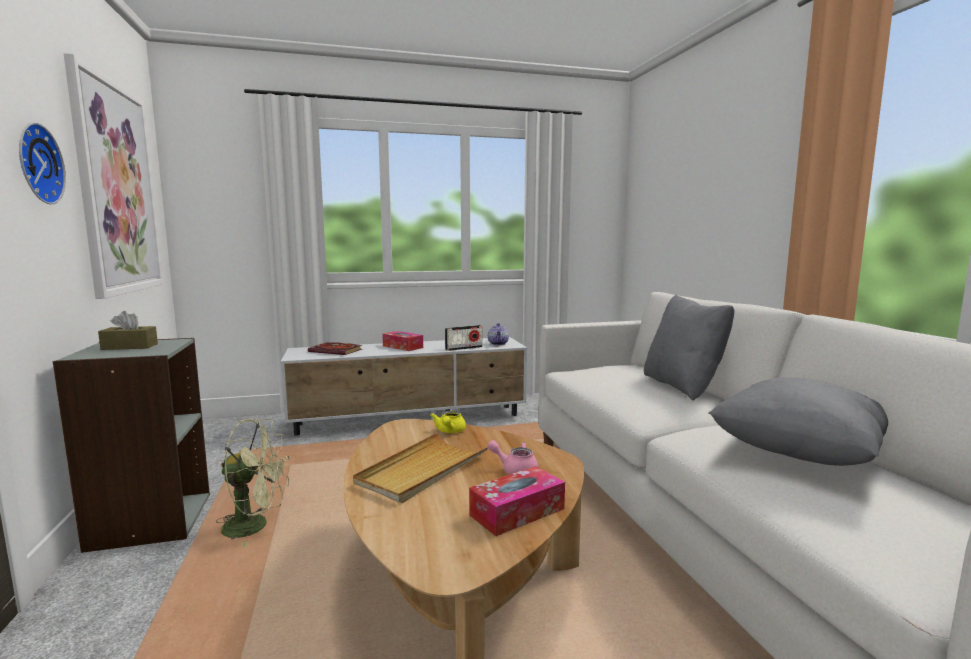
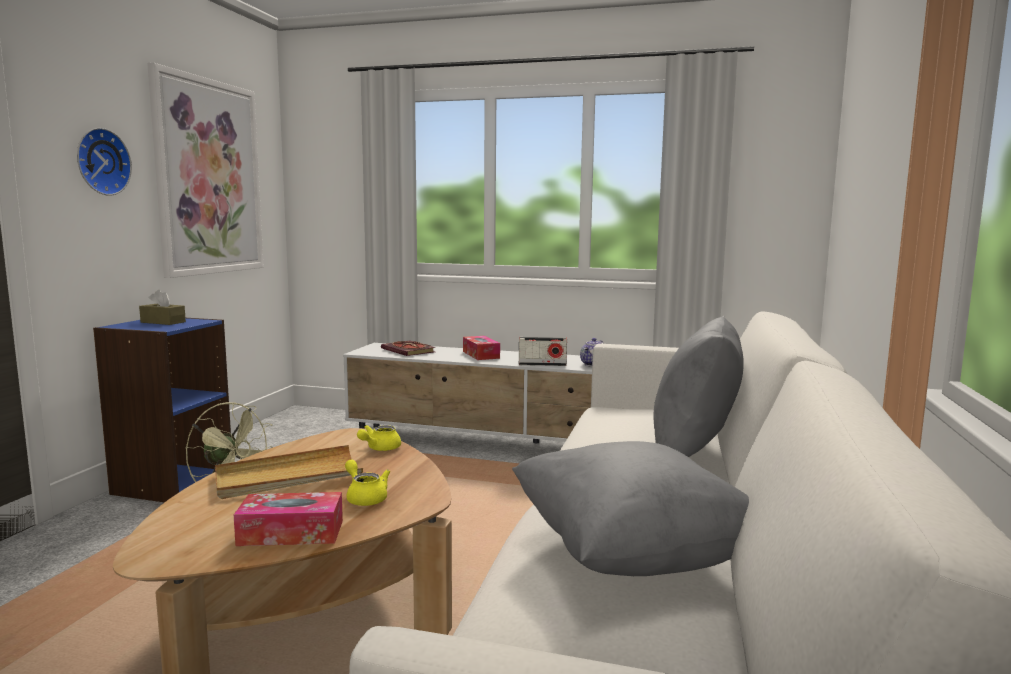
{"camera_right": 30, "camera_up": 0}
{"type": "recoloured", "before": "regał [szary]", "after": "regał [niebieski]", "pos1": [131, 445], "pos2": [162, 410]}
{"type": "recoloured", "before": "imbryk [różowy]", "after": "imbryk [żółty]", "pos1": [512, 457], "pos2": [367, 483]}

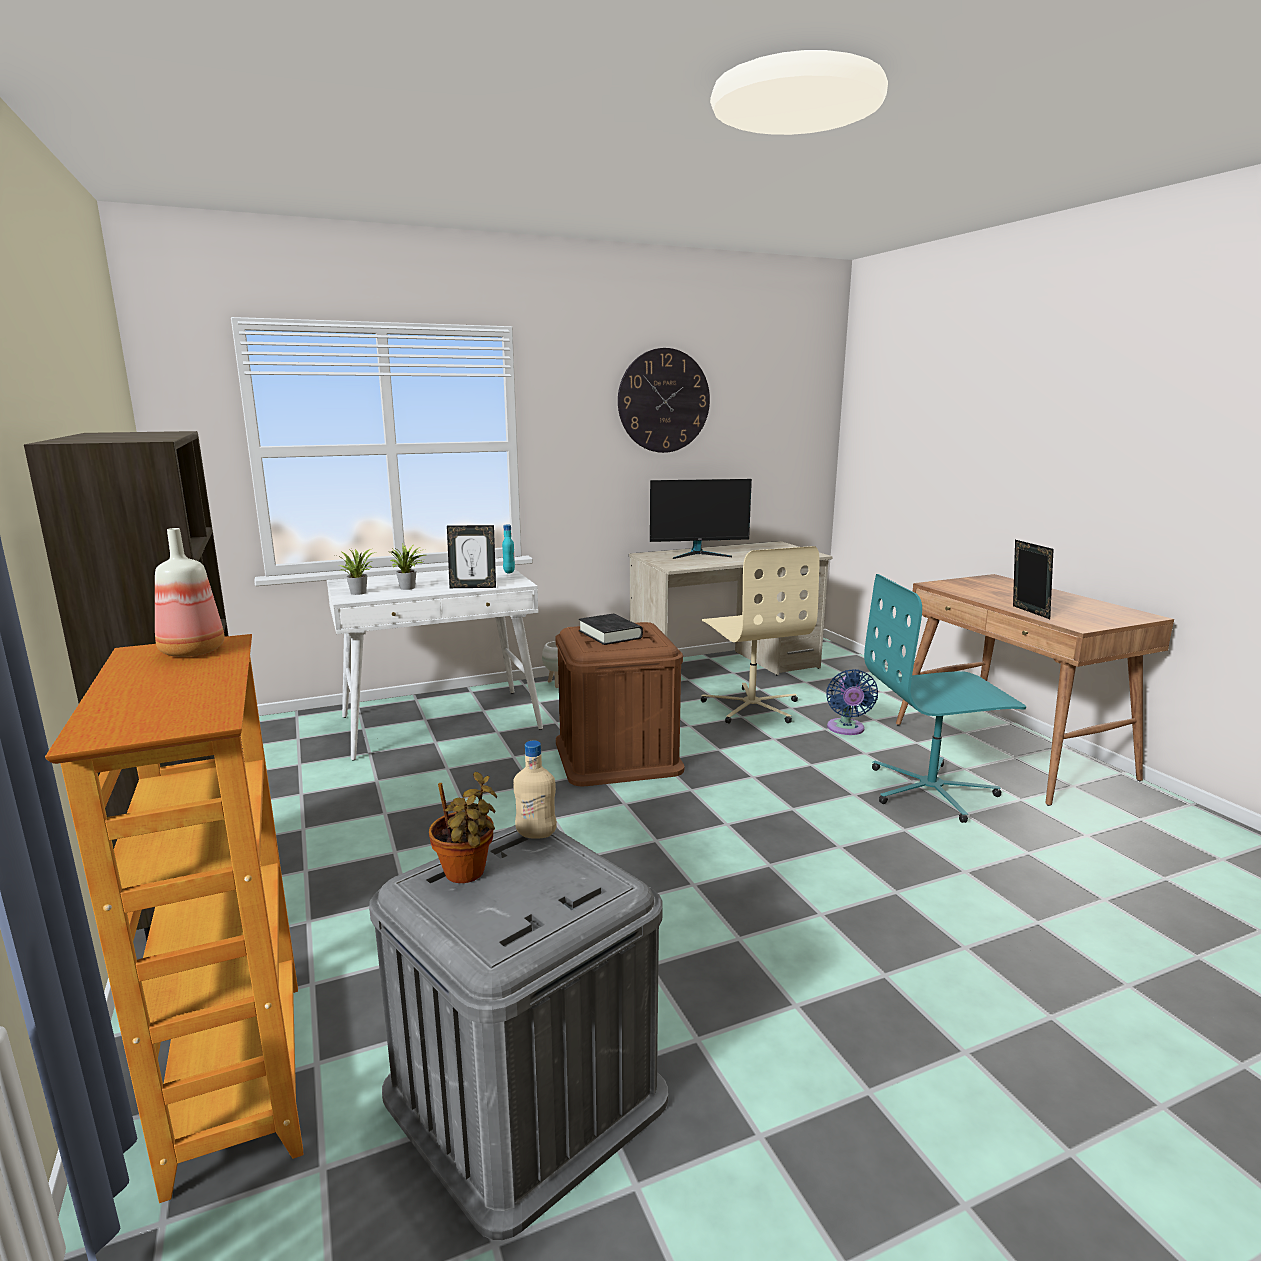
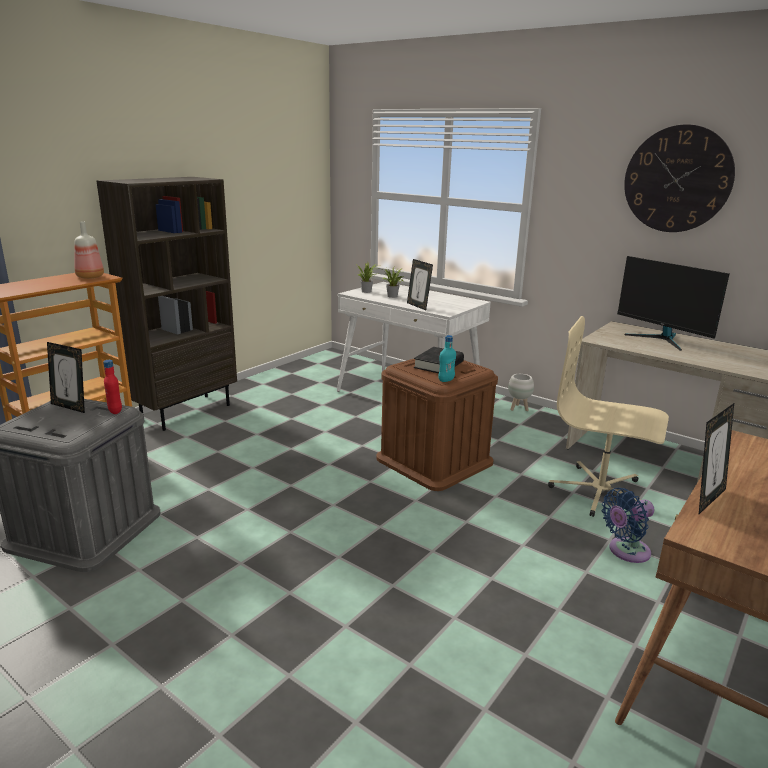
{"camera_right": 60, "camera_up": 5}
{"type": "removed", "before": "krzesło biurowe [turkusowy]", "pos1": [945, 698]}
{"type": "moved", "before": "butelka [turkusowy]", "pos1": [508, 549], "pos2": [447, 358]}
{"type": "replaced", "before": "roślina doniczkowa", "after": "ramka na zdjęcie", "pos1": [463, 827], "pos2": [66, 377]}
{"type": "recoloured", "before": "butelka [beżowy]", "after": "butelka [czerwony]", "pos1": [535, 790], "pos2": [112, 387]}
{"type": "turned", "before": "krzesło biurowe [beżowy]", "pos1": [760, 635], "pos2": [608, 416], "turn": 75}

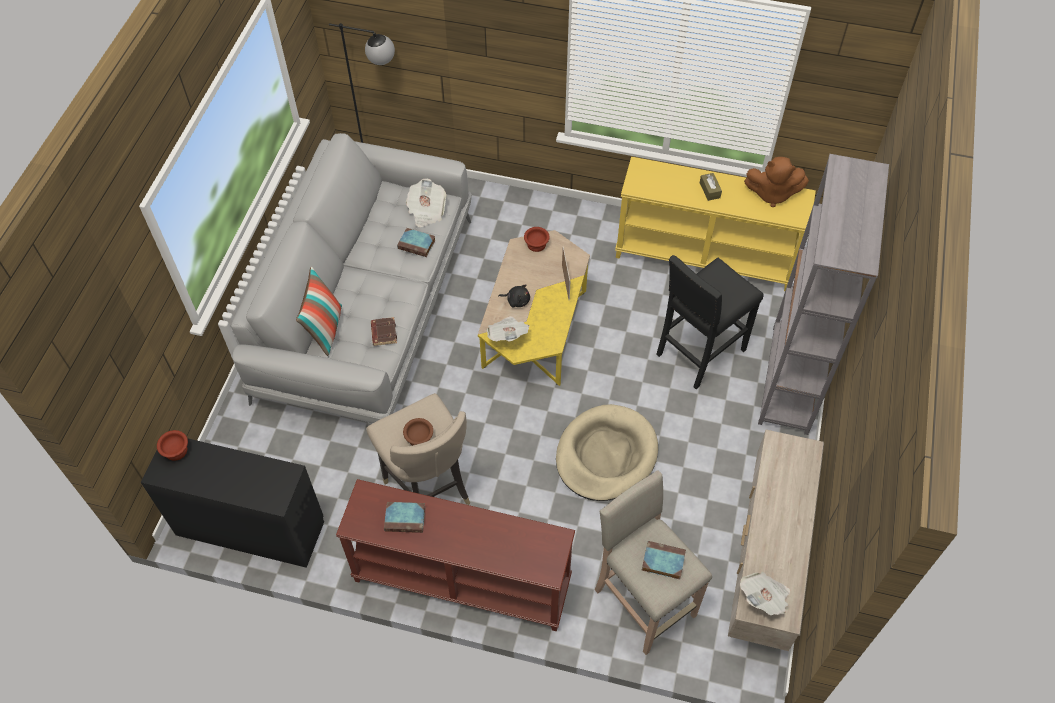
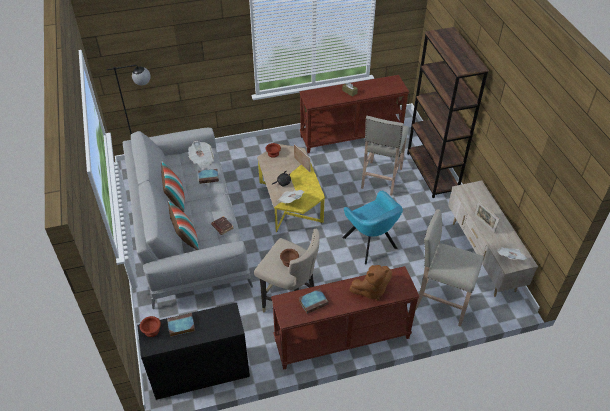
{"camera_right": -30, "camera_up": -10}
{"type": "added", "after": "poduszka", "pos2": [173, 186]}
{"type": "added", "after": "ramka na zdjęcie", "pos2": [486, 217]}
{"type": "moved", "before": "książka", "pos1": [664, 560], "pos2": [181, 325]}
{"type": "moved", "before": "pluszak [brązowy]", "pos1": [776, 182], "pos2": [370, 283]}
{"type": "replaced", "before": "legowisko [beżowy]", "after": "fotel [turkusowy]", "pos1": [607, 452], "pos2": [372, 228]}
{"type": "recoloured", "before": "stolik konsolowy [żółty]", "after": "stolik konsolowy [brązowy]", "pos1": [715, 224], "pos2": [354, 114]}
{"type": "recoloured", "before": "stołek [czarny]", "after": "stołek [beżowy]", "pos1": [710, 322], "pos2": [385, 155]}
{"type": "recoloured", "before": "regał [szary]", "after": "regał [brązowy]", "pos1": [823, 294], "pos2": [448, 112]}

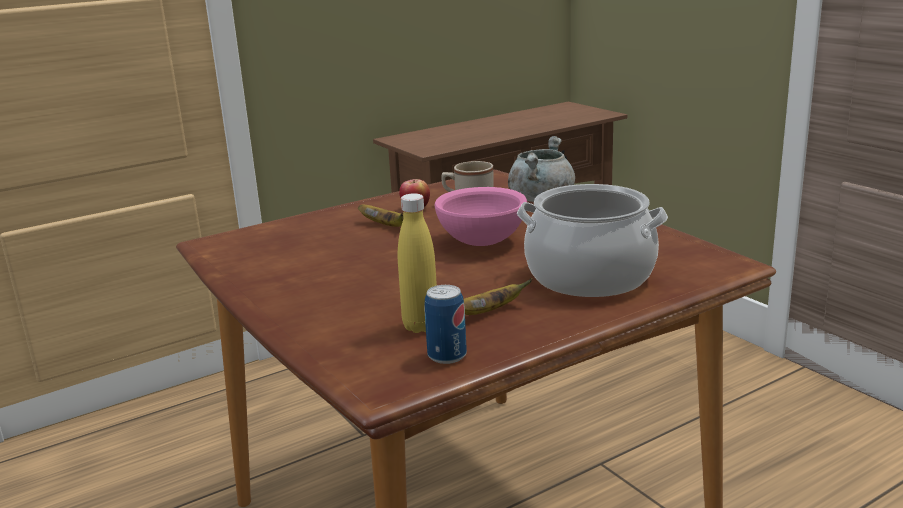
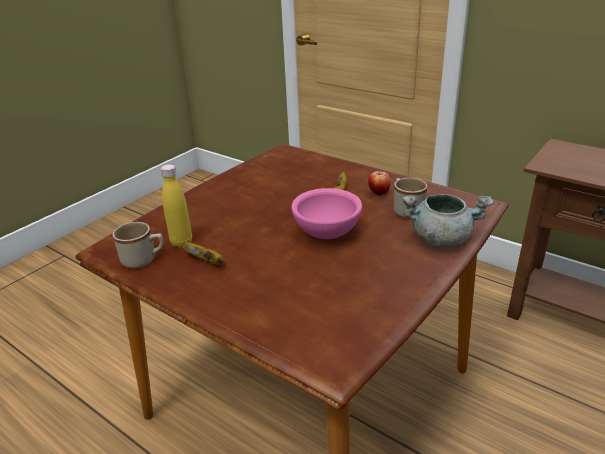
{"camera_right": 70, "camera_up": 10}
{"type": "removed", "before": "garnek", "pos1": [592, 240]}
{"type": "replaced", "before": "puszka", "after": "kubek [beżowy]", "pos1": [445, 324], "pos2": [138, 245]}

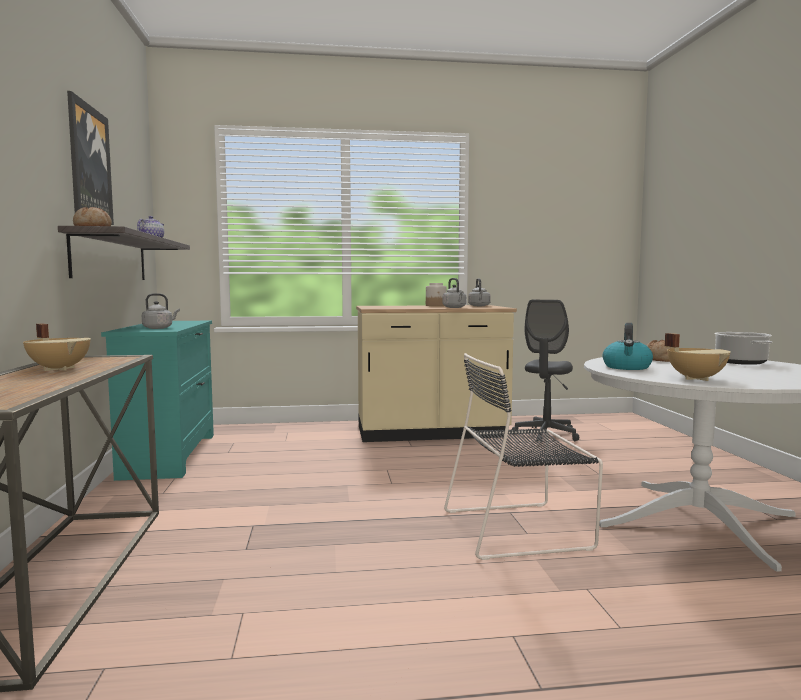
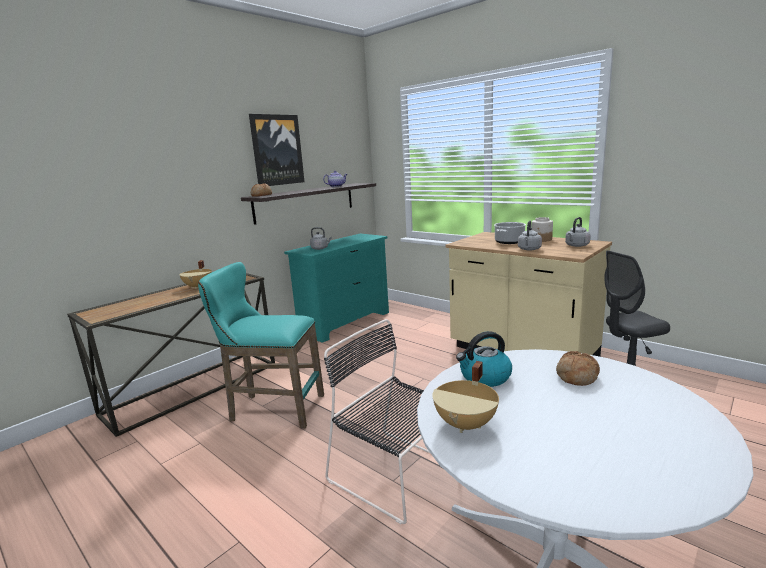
{"camera_right": 50, "camera_up": 10}
{"type": "added", "after": "stołek [turkusowy]", "pos2": [261, 345]}
{"type": "moved", "before": "garnek", "pos1": [743, 348], "pos2": [510, 233]}

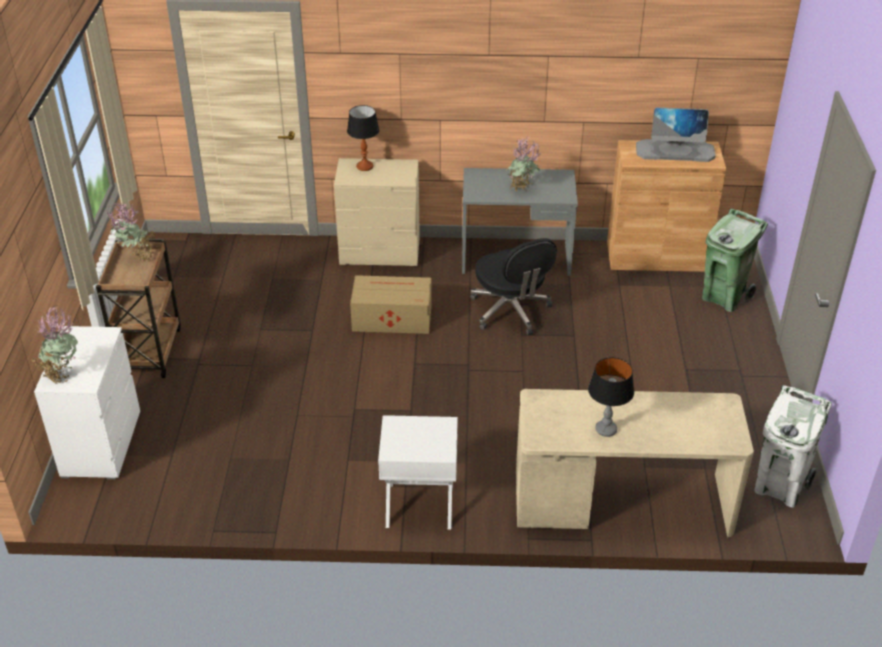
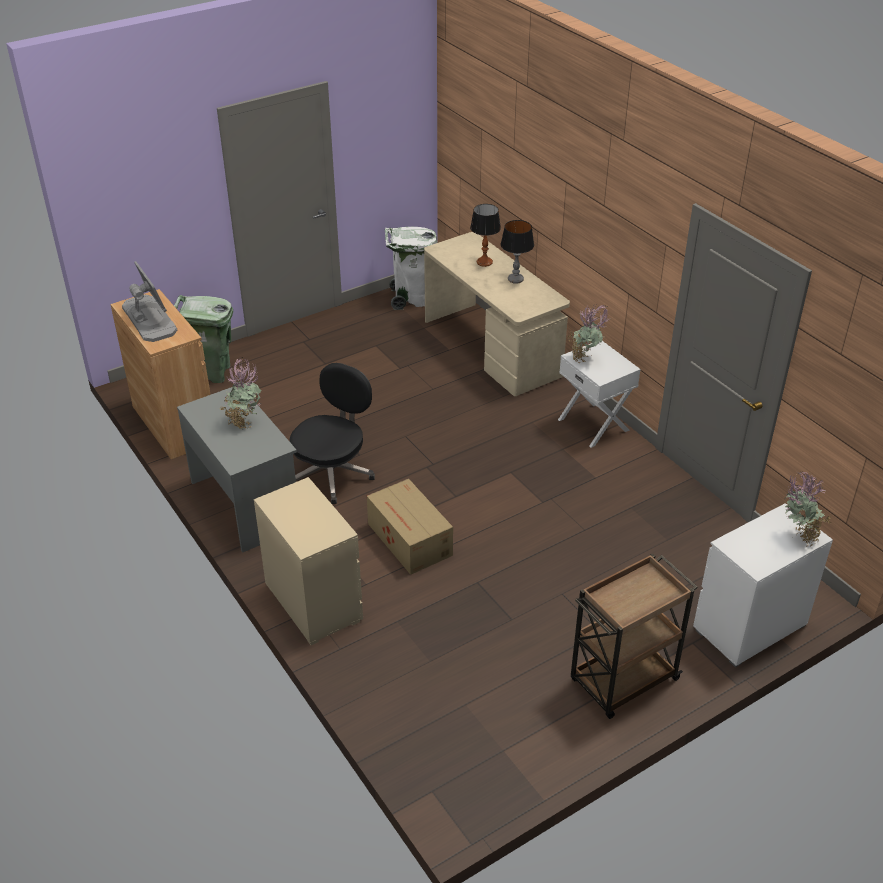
{"camera_right": -125, "camera_up": 0}
{"type": "moved", "before": "roślina doniczkowa", "pos1": [130, 231], "pos2": [588, 334]}
{"type": "moved", "before": "lampa stołowa", "pos1": [363, 138], "pos2": [485, 235]}

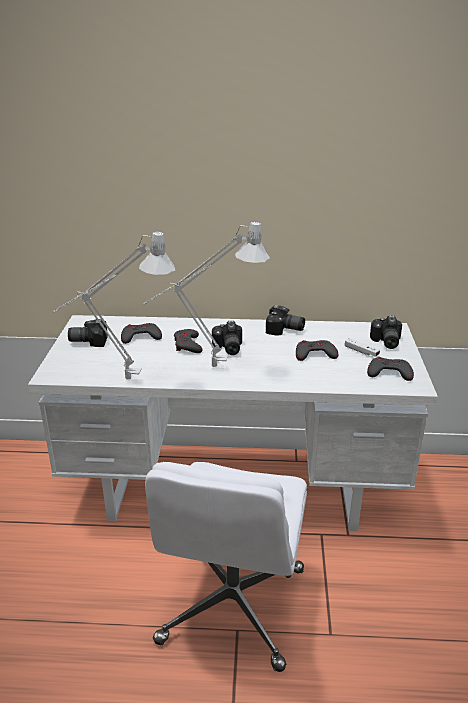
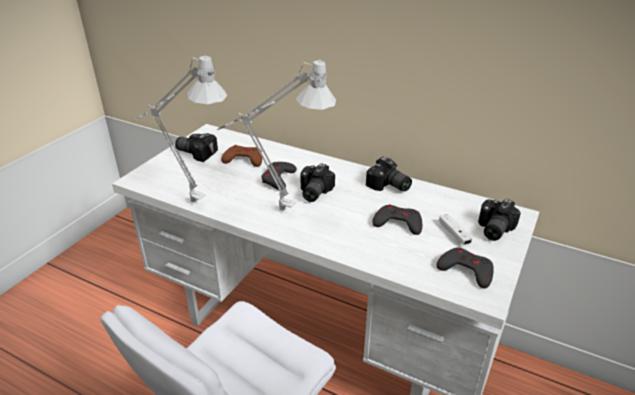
{"camera_right": 25, "camera_up": 5}
{"type": "recoloured", "before": "pad do gier [szary]", "after": "pad do gier [brązowy]", "pos1": [141, 333], "pos2": [241, 156]}

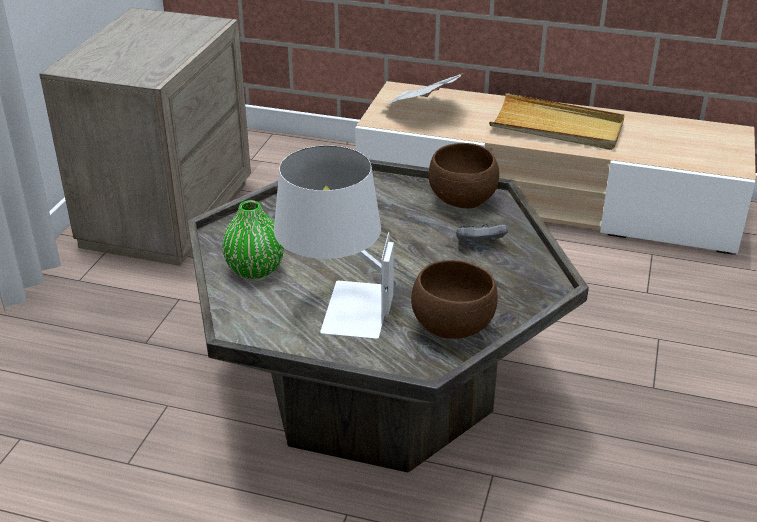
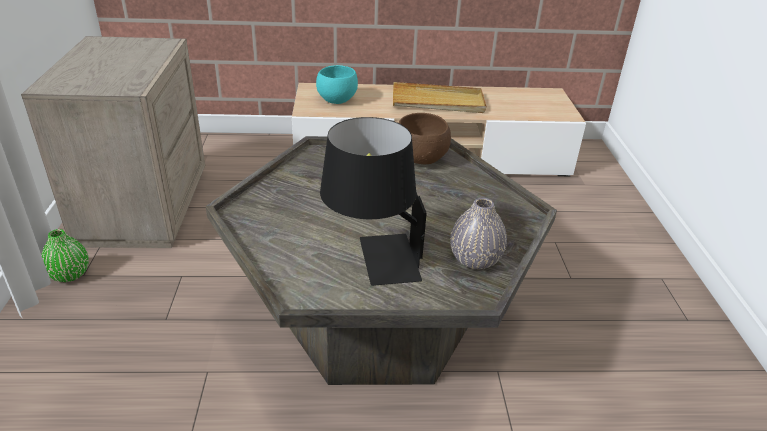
{"camera_right": -20, "camera_up": 0}
{"type": "removed", "before": "pad do gier [szary]", "pos1": [482, 234]}
{"type": "moved", "before": "wazon [zielony]", "pos1": [253, 239], "pos2": [65, 255]}
{"type": "replaced", "before": "gazeta", "after": "miska [turkusowy]", "pos1": [424, 89], "pos2": [337, 84]}
{"type": "replaced", "before": "miska [brązowy]", "after": "wazon [szary]", "pos1": [454, 299], "pos2": [478, 233]}
{"type": "recoloured", "before": "lampa stołowa [biały]", "after": "lampa stołowa [czarny]", "pos1": [334, 242], "pos2": [373, 201]}

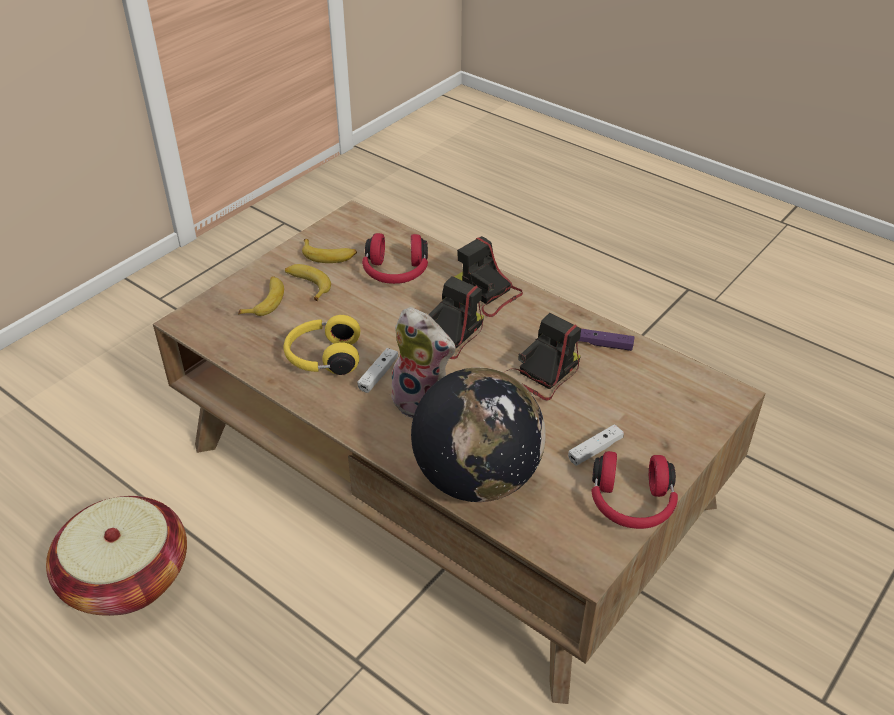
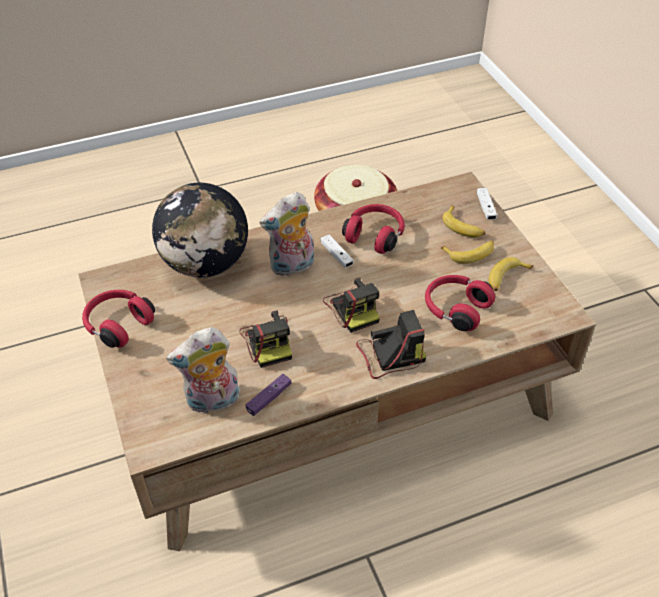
{"camera_right": 120, "camera_up": 5}
{"type": "added", "after": "pluszak", "pos2": [203, 370]}
{"type": "moved", "before": "pad do gier [biały]", "pos1": [596, 445], "pos2": [487, 204]}
{"type": "recoloured", "before": "słuchawki [żółty]", "after": "słuchawki [czerwony]", "pos1": [322, 345], "pos2": [373, 229]}

